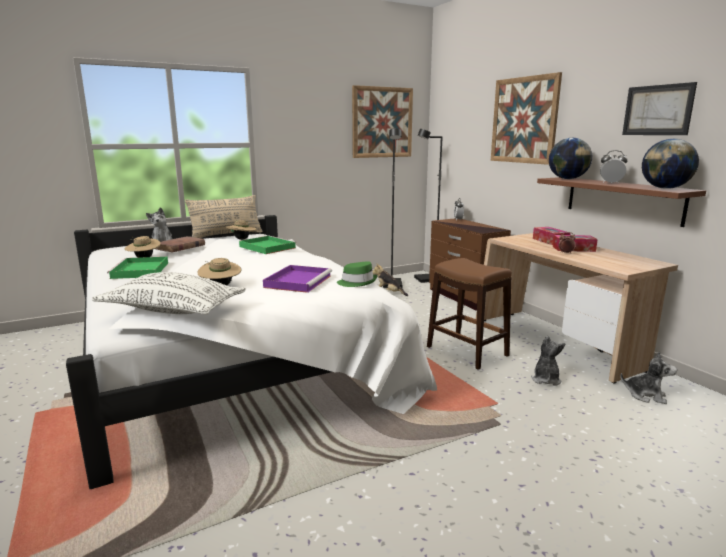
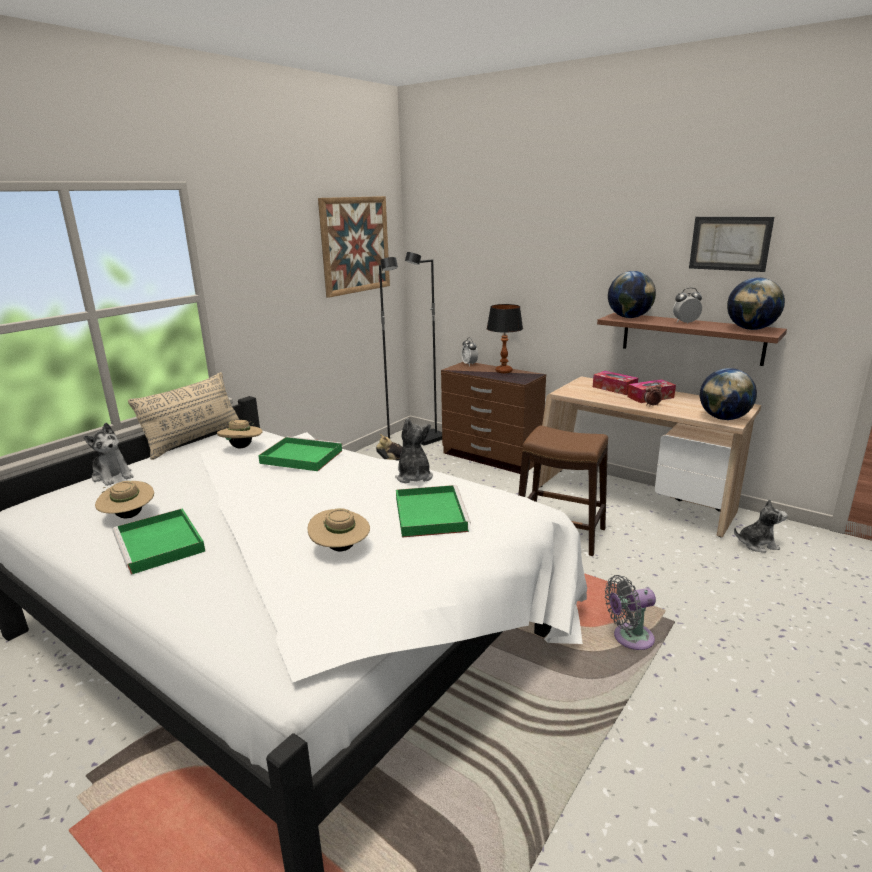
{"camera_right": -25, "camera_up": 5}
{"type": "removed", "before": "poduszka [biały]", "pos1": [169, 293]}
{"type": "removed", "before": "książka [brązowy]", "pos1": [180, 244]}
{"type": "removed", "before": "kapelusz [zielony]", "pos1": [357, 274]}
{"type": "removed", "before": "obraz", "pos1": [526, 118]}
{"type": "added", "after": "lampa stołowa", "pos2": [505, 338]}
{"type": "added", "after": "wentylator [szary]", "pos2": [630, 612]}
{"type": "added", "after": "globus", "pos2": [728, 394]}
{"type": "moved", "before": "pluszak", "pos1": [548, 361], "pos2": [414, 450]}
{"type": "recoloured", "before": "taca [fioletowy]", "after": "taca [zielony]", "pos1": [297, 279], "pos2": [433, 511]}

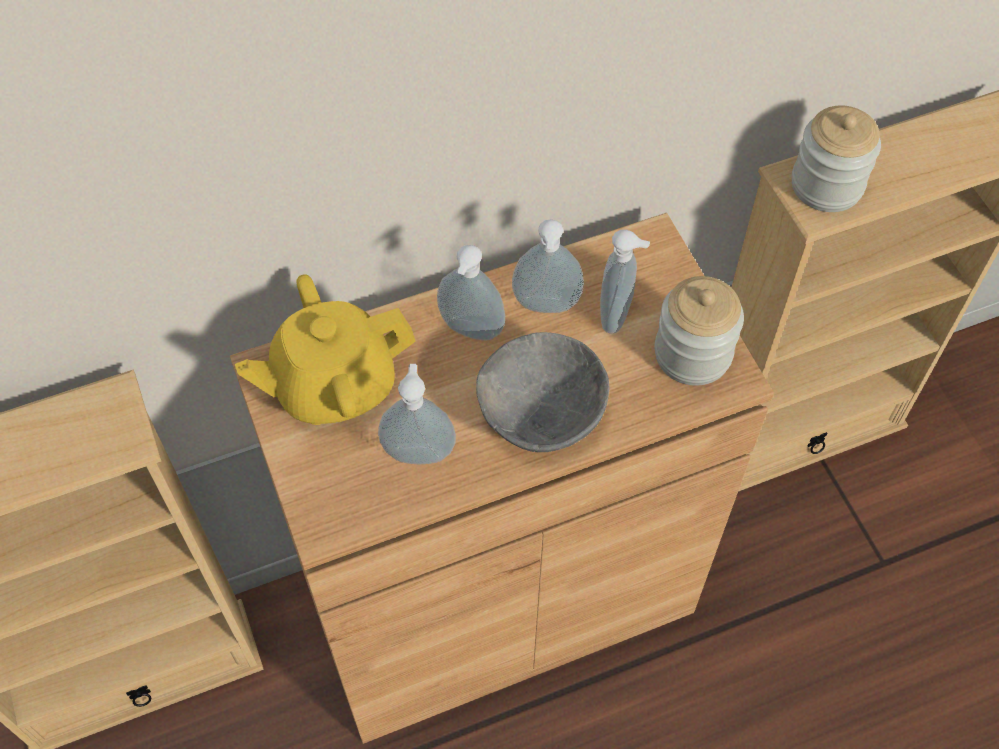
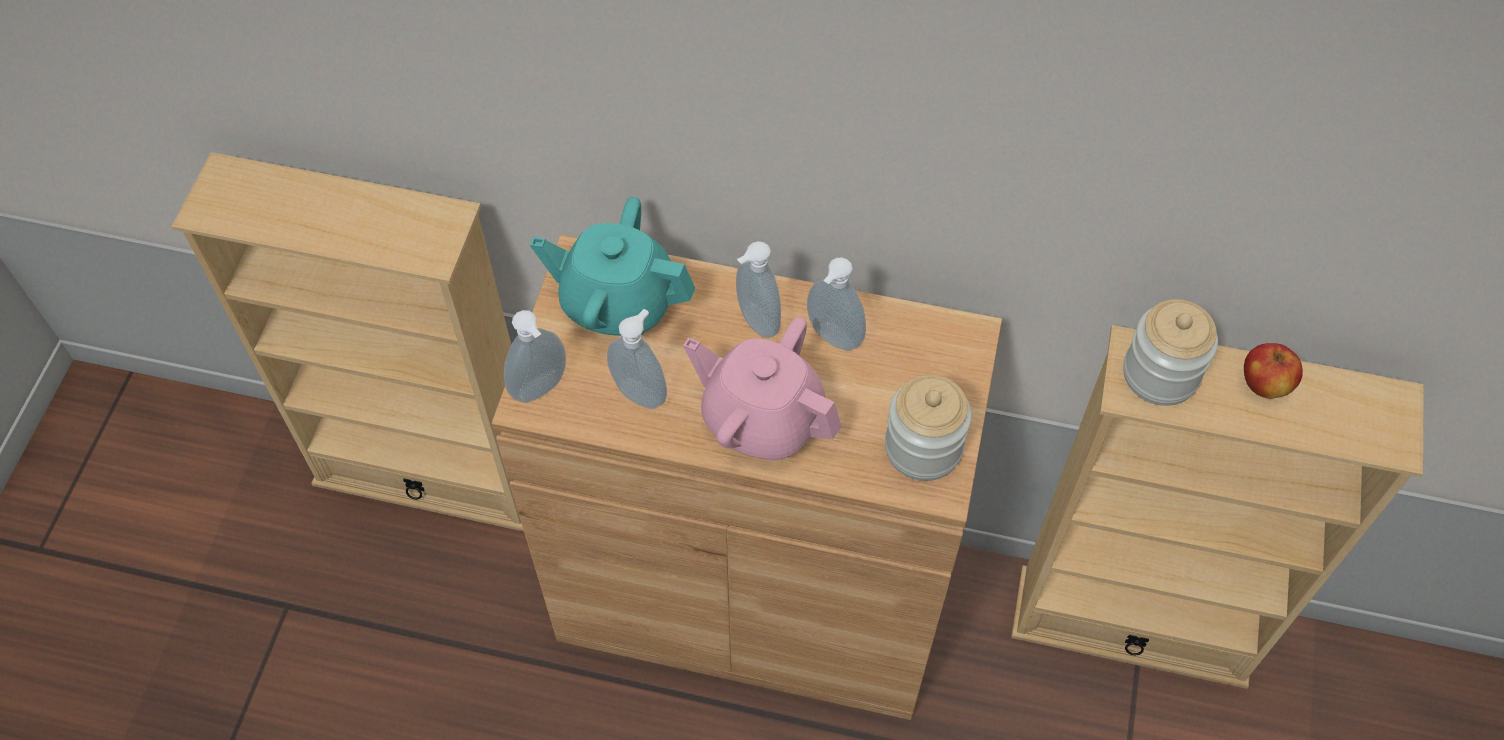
{"camera_right": 35, "camera_up": 0}
{"type": "added", "after": "jabłko", "pos2": [1273, 371]}
{"type": "moved", "before": "dozownik mydła", "pos1": [625, 282], "pos2": [535, 356]}
{"type": "replaced", "before": "miska [szary]", "after": "imbryk [różowy]", "pos1": [542, 392], "pos2": [762, 389]}
{"type": "recoloured", "before": "imbryk [żółty]", "after": "imbryk [turkusowy]", "pos1": [325, 349], "pos2": [612, 266]}

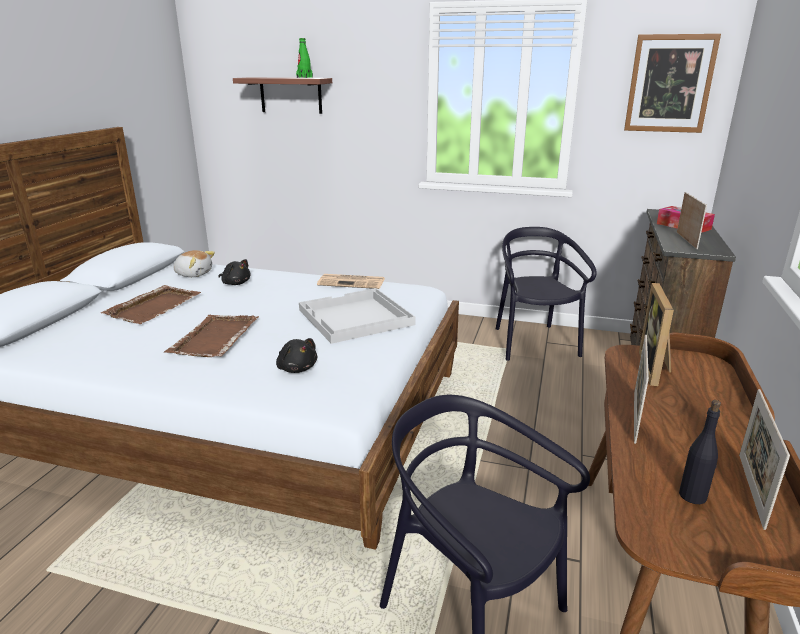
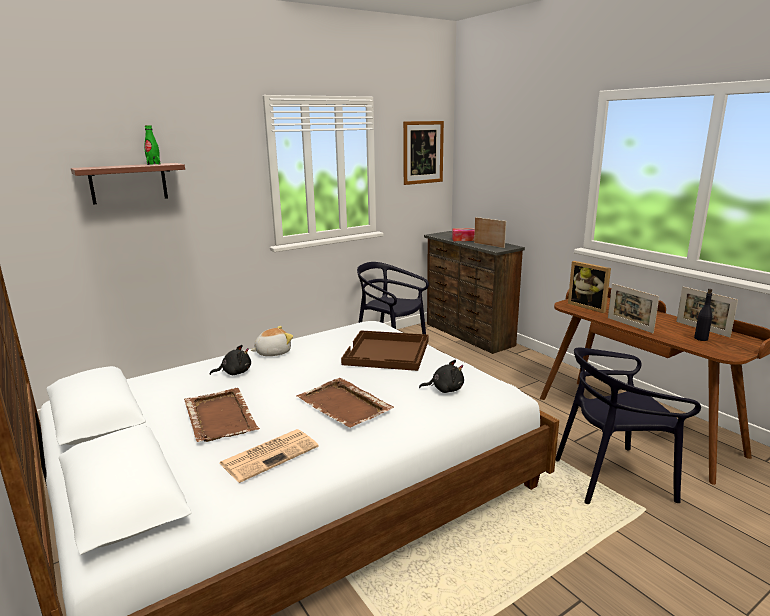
{"camera_right": -50, "camera_up": -5}
{"type": "moved", "before": "pluszak", "pos1": [194, 263], "pos2": [272, 341]}
{"type": "moved", "before": "gazeta", "pos1": [350, 281], "pos2": [269, 456]}
{"type": "recoloured", "before": "taca [biały]", "after": "taca [brązowy]", "pos1": [357, 316], "pos2": [385, 350]}

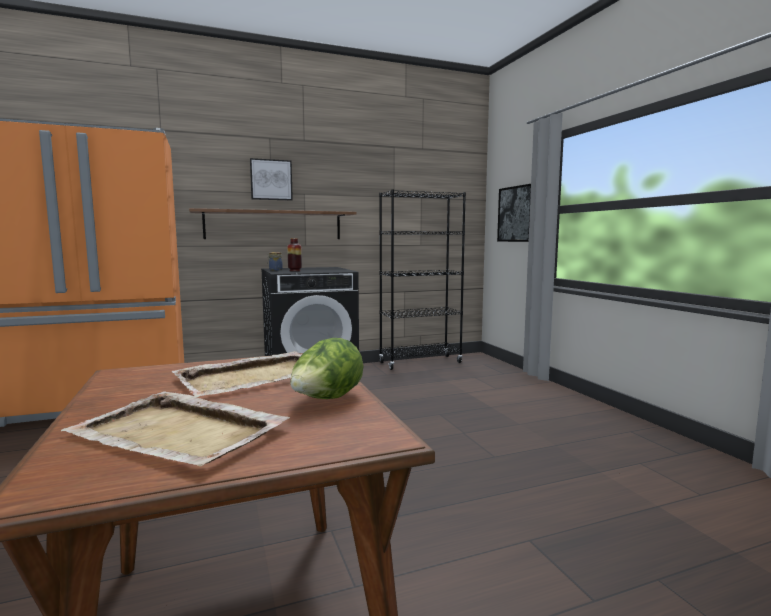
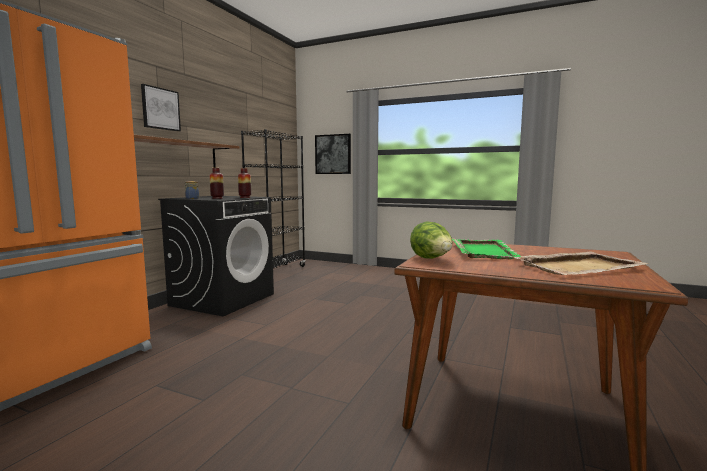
{"camera_right": -45, "camera_up": 0}
{"type": "added", "after": "wazon", "pos2": [244, 183]}
{"type": "moved", "before": "sałata", "pos1": [326, 368], "pos2": [431, 240]}
{"type": "recoloured", "before": "taca [beżowy]", "after": "taca [zielony]", "pos1": [236, 374], "pos2": [486, 249]}

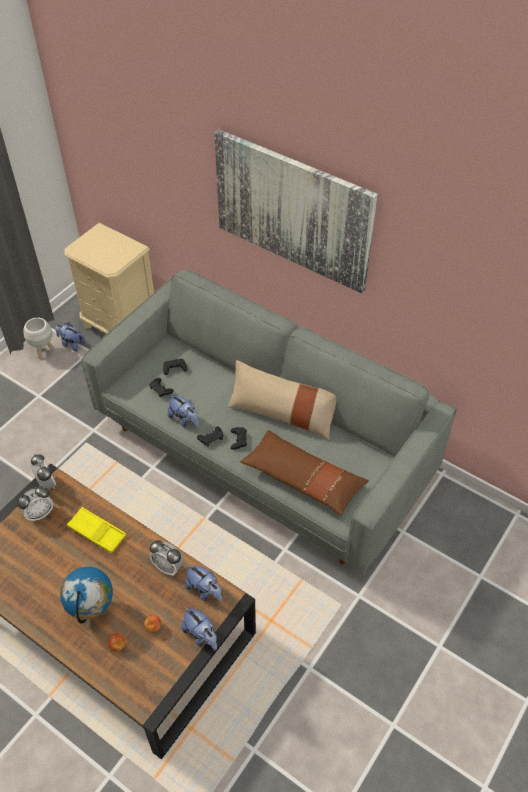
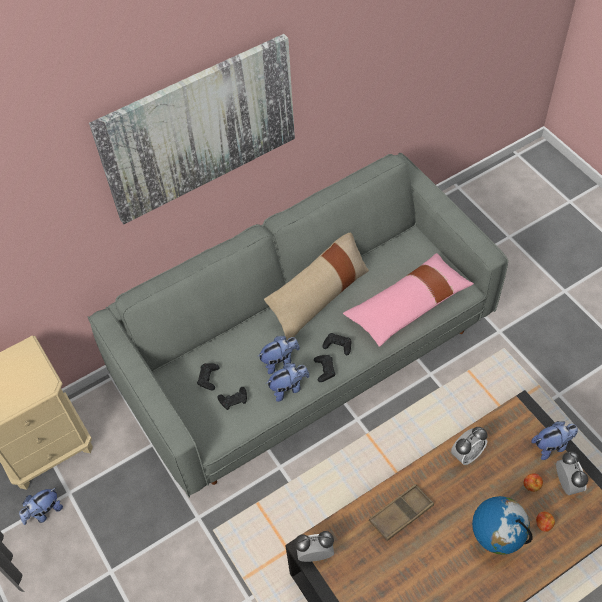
{"camera_right": -65, "camera_up": 5}
{"type": "removed", "before": "donica [biały]", "pos1": [38, 338]}
{"type": "moved", "before": "budzik", "pos1": [35, 504], "pos2": [572, 473]}
{"type": "moved", "before": "pluszak", "pos1": [203, 583], "pos2": [279, 355]}
{"type": "recoloured", "before": "taca [żółty]", "after": "taca [brązowy]", "pos1": [96, 530], "pos2": [401, 512]}
{"type": "recoloured", "before": "poduszka [brązowy]", "after": "poduszka [różowy]", "pos1": [304, 473], "pos2": [408, 300]}

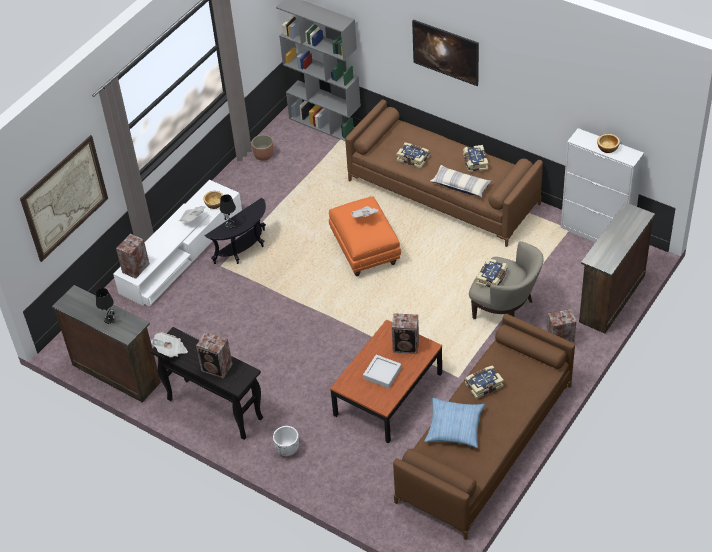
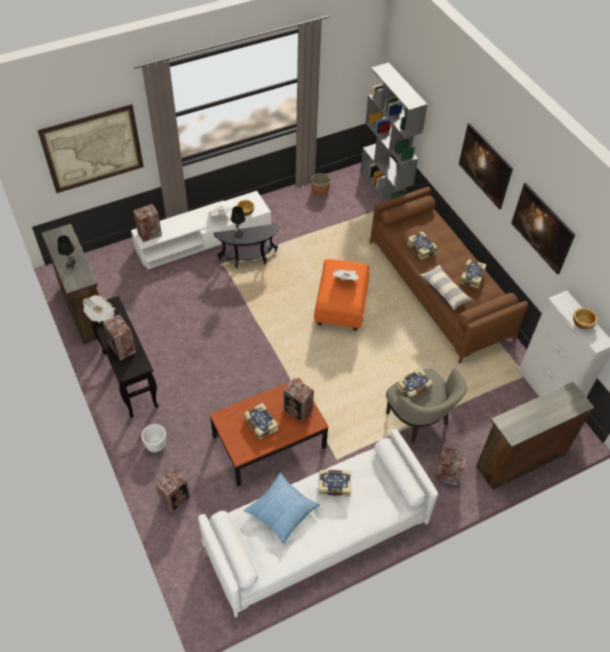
{"camera_right": 25, "camera_up": 5}
{"type": "added", "after": "głośnik", "pos2": [173, 490]}
{"type": "added", "after": "obraz", "pos2": [543, 229]}
{"type": "replaced", "before": "taca [szary]", "after": "książka", "pos1": [382, 371], "pos2": [261, 421]}
{"type": "recoloured", "before": "kanapa [brązowy]", "after": "kanapa [biały]", "pos1": [484, 427], "pos2": [318, 523]}

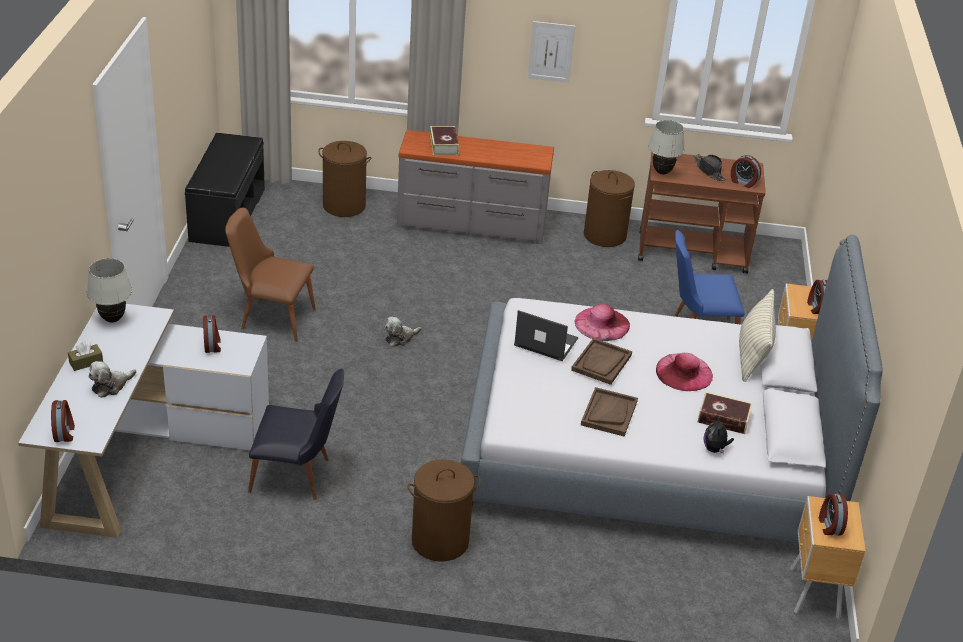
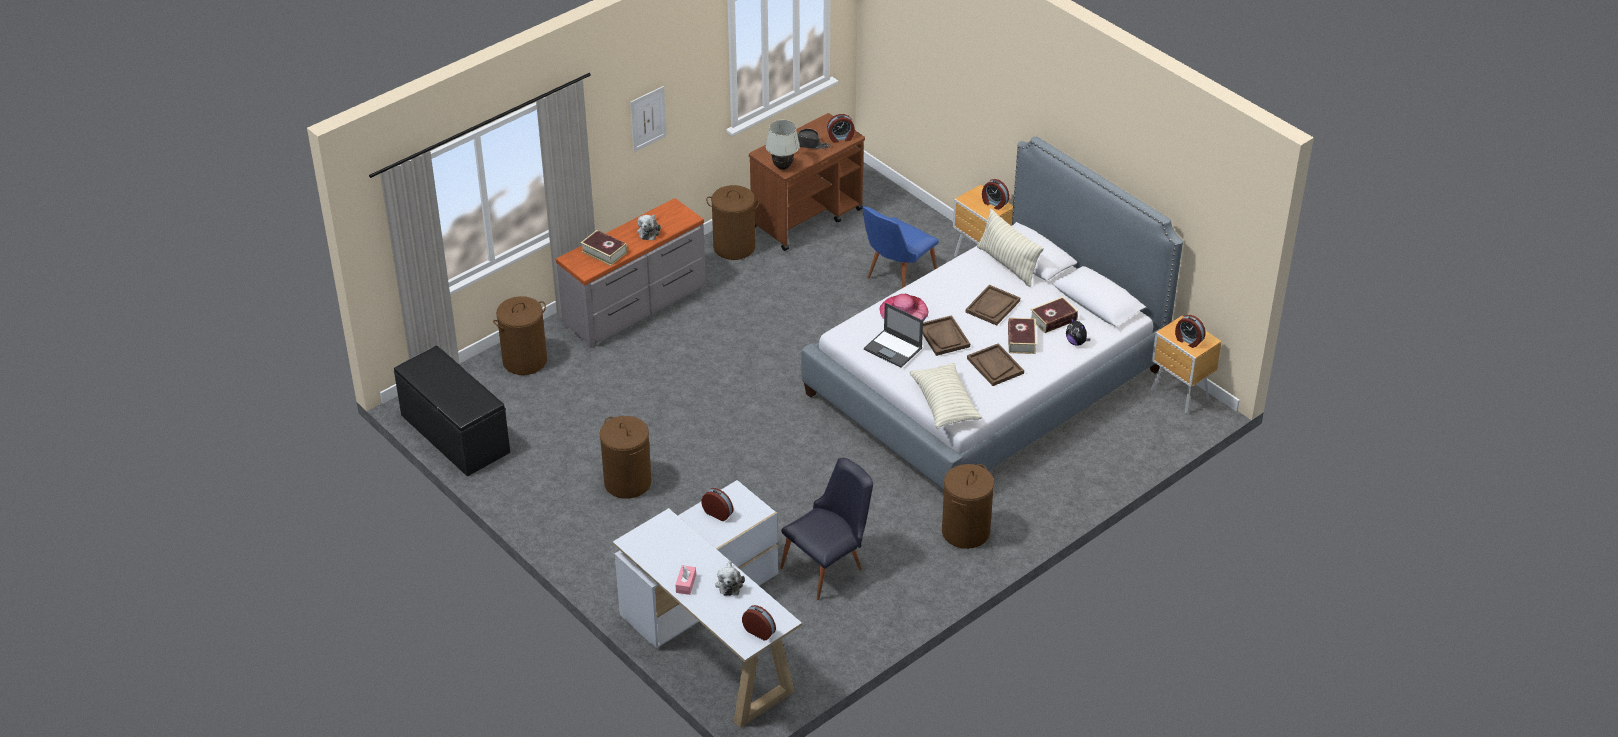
{"camera_right": -45, "camera_up": 5}
{"type": "removed", "before": "lampa stołowa [biały]", "pos1": [110, 290]}
{"type": "added", "after": "poduszka", "pos2": [945, 396]}
{"type": "added", "after": "książka", "pos2": [1022, 336]}
{"type": "moved", "before": "pluszak", "pos1": [403, 332], "pos2": [649, 227]}
{"type": "replaced", "before": "krzesło [brązowy]", "after": "kosz na pranie [brązowy]", "pos1": [270, 275], "pos2": [626, 457]}
{"type": "replaced", "before": "kapelusz [różowy]", "after": "taca [brązowy]", "pos1": [684, 372], "pos2": [993, 305]}
{"type": "recoloured", "before": "pudełko chusteczek [brązowy]", "after": "pudełko chusteczek [różowy]", "pos1": [85, 356], "pos2": [686, 580]}
{"type": "turned", "before": "laptop", "pos1": [546, 335], "pos2": [893, 335], "turn": -120}

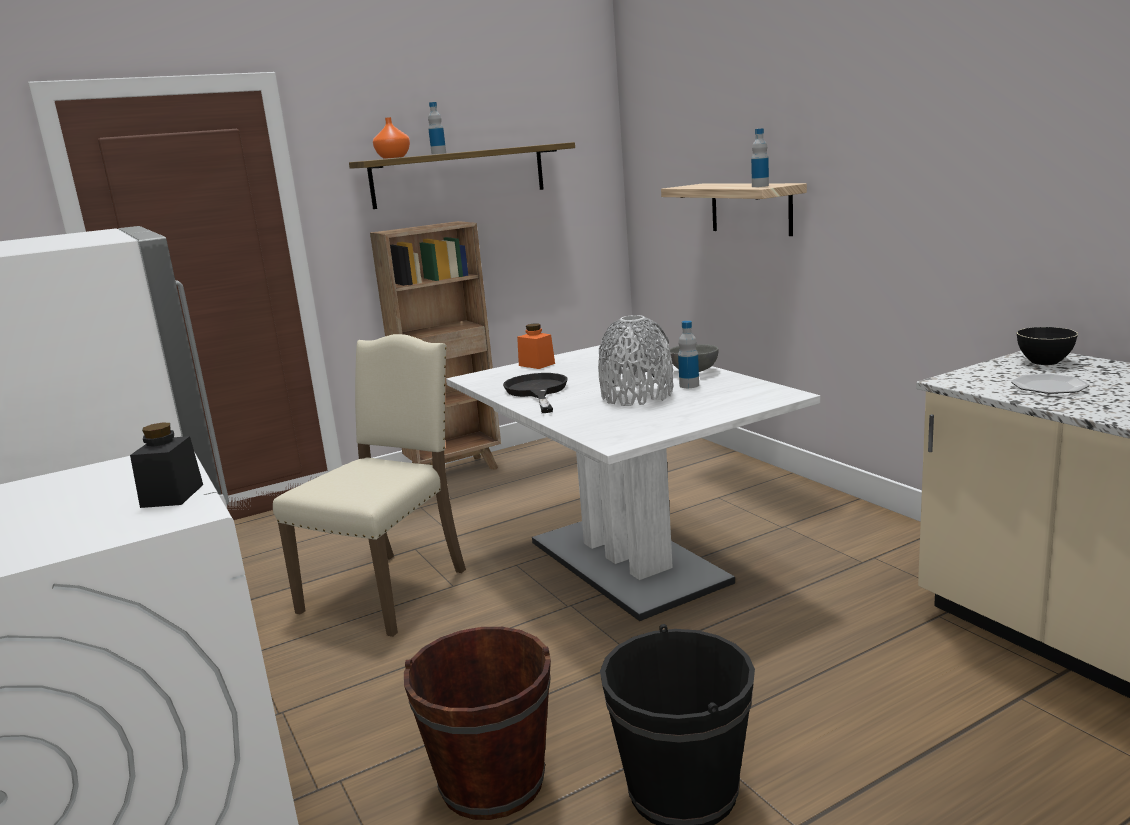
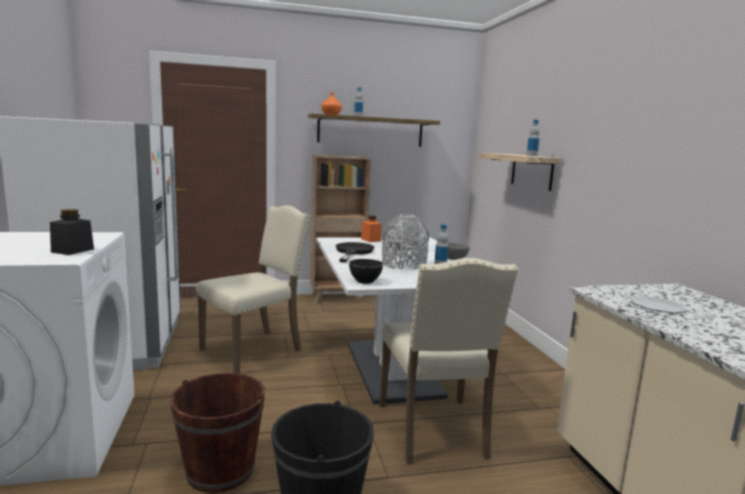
{"camera_right": 15, "camera_up": -5}
{"type": "added", "after": "krzesło [beżowy]", "pos2": [448, 361]}
{"type": "moved", "before": "miska [czarny]", "pos1": [1047, 346], "pos2": [366, 271]}

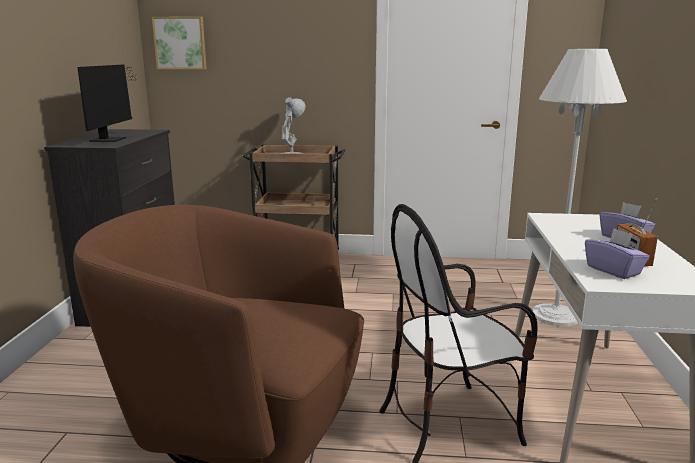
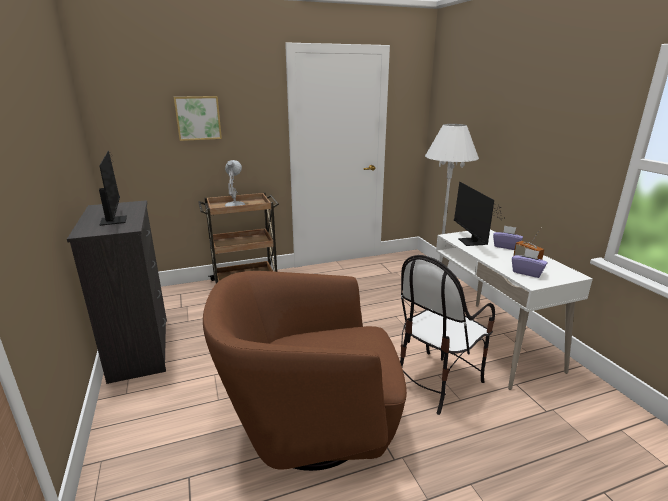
{"camera_right": -25, "camera_up": 5}
{"type": "added", "after": "monitor", "pos2": [480, 214]}
{"type": "moved", "before": "obraz", "pos1": [179, 42], "pos2": [198, 118]}

